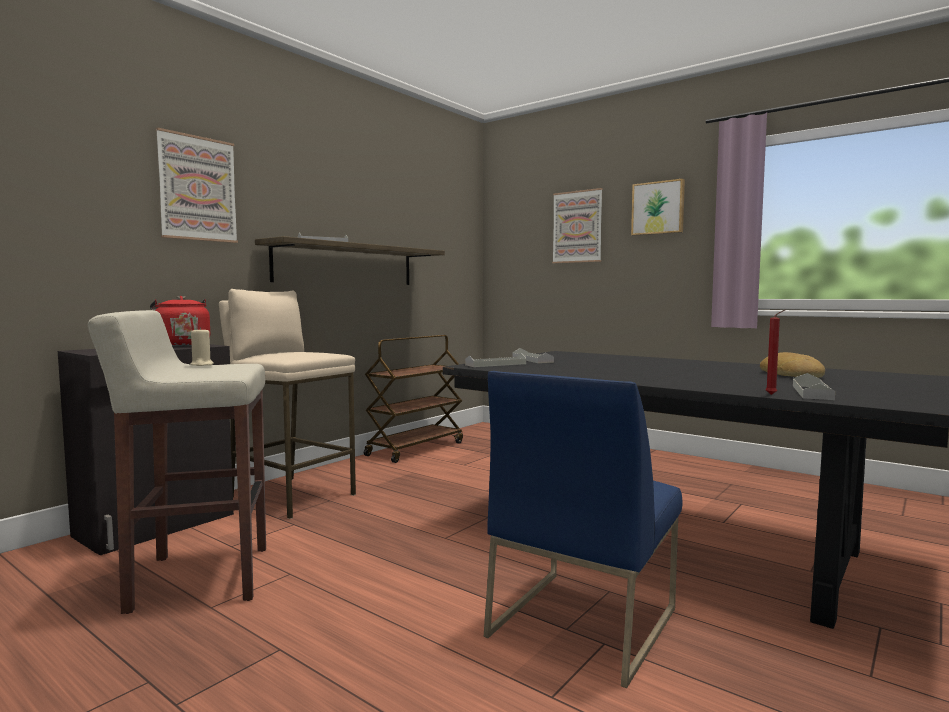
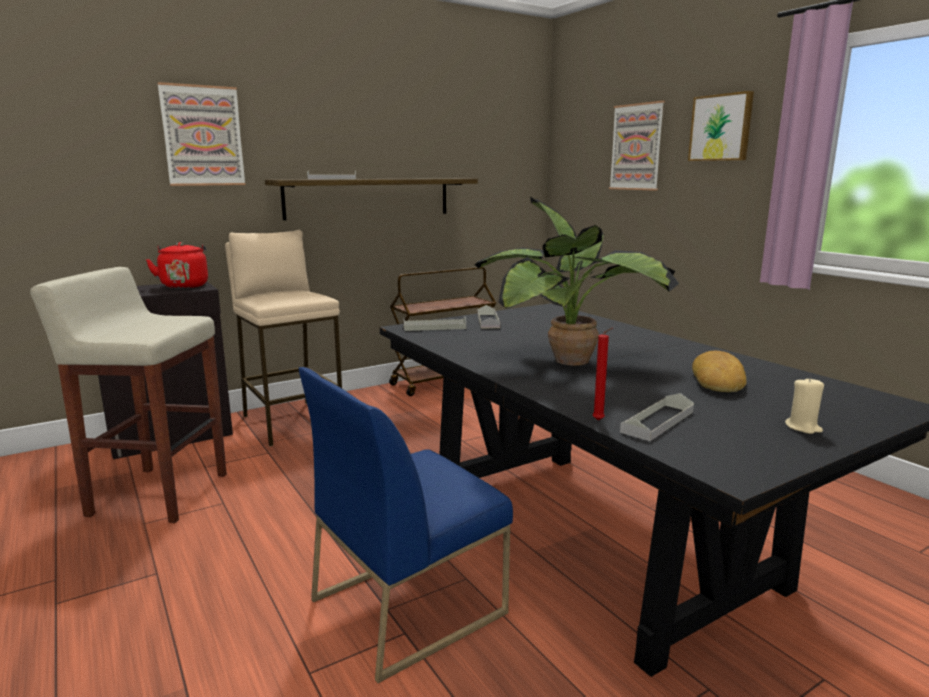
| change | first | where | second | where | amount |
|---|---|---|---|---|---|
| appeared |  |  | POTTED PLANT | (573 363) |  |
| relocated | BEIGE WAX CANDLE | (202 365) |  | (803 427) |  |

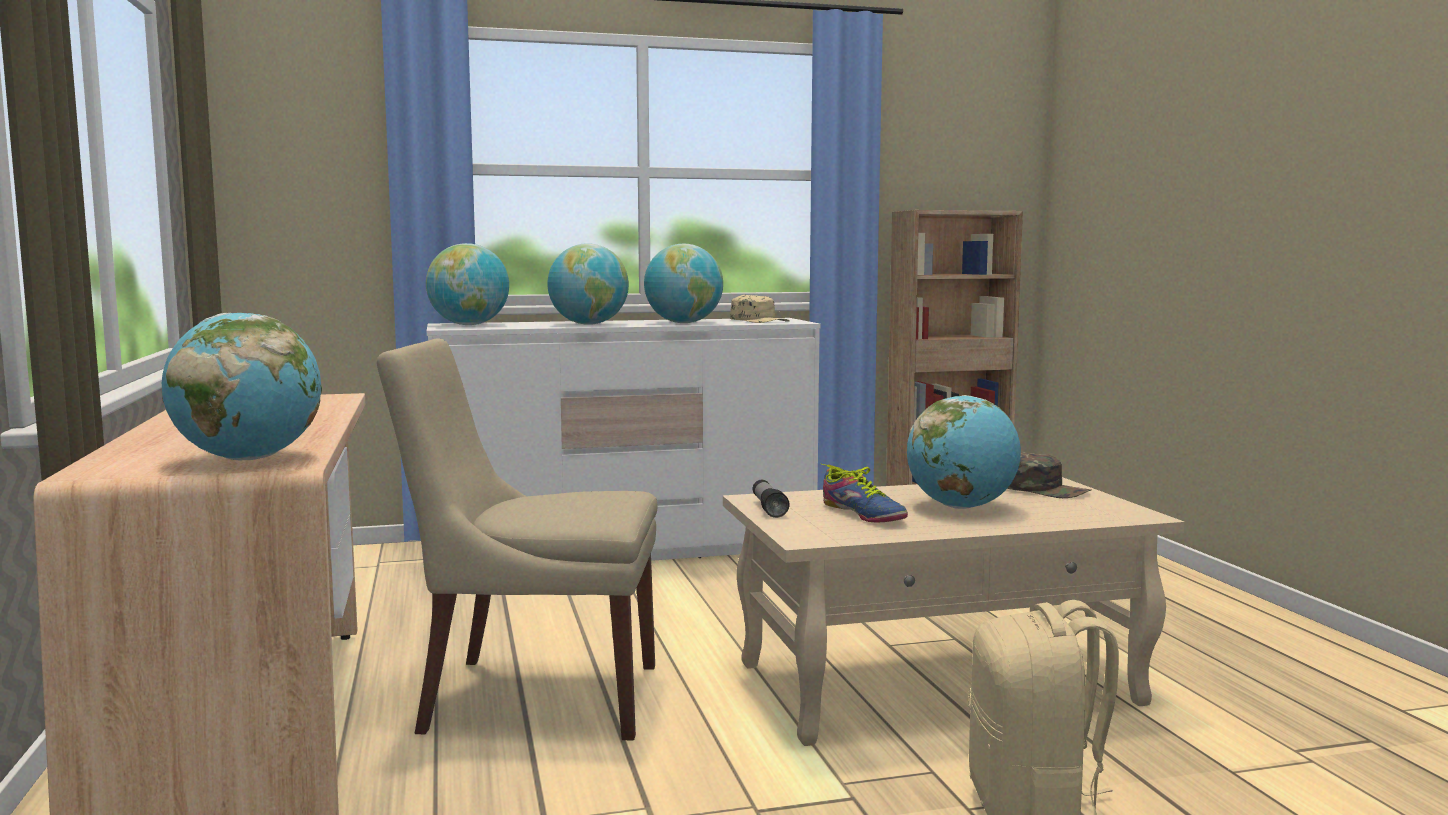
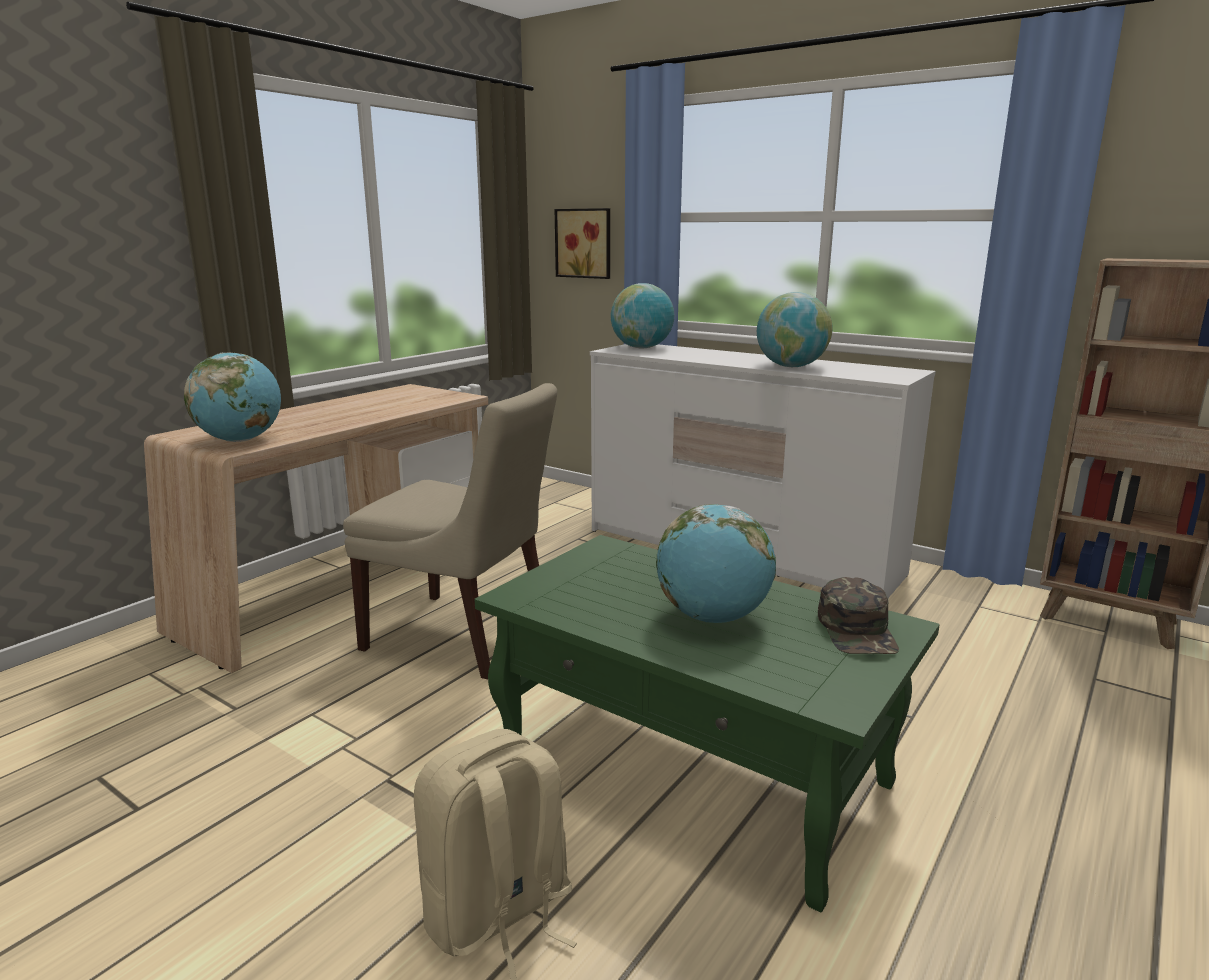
| change | first | where | second | where | amount |
|---|---|---|---|---|---|
| spun | BEIGE UPRIGHT CHAIR | (533 698) |  | (464 636) | 150 degrees clockwise |
| colour | BEIGE LOW TABLE | (939 683) | GREENISH LOW TABLE | (695 770) |  |
| appeared |  |  | WALL PICTURE | (585 243) |  |
| missing | WORLD GLOBE | (588 324) |  |  |  |
| missing | BEIGE BASEBALL CAP | (759 321) |  |  |  |
| missing | TORCH | (768 508) |  |  |  |
| missing | SHOE | (863 514) |  |  |  |

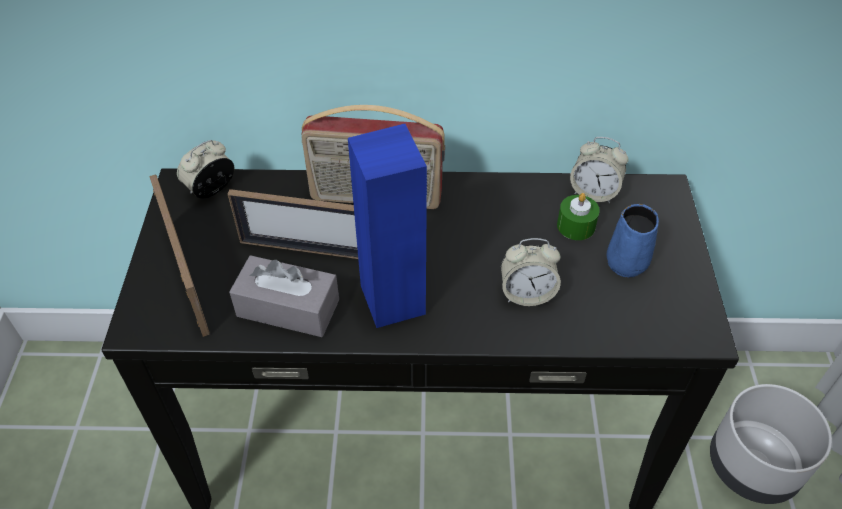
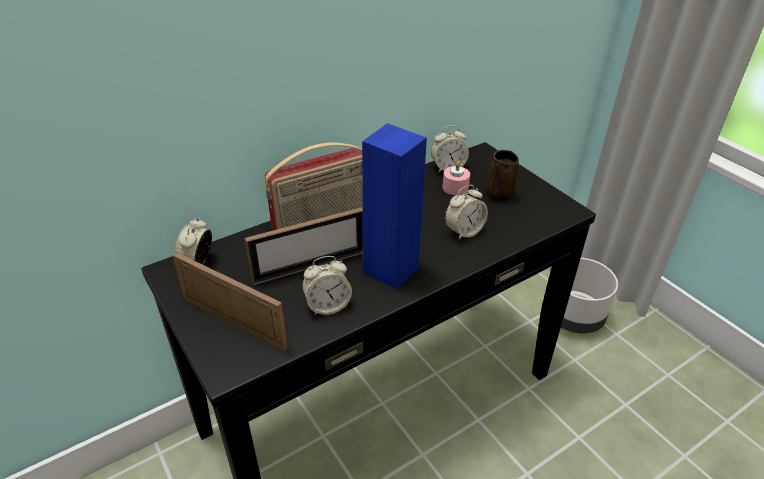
| change | first | where | second | where | amount |
|---|---|---|---|---|---|
| exchanged | GRAY BOX OF TISSUES | (288 308) | BEDSIDE CLOCK | (327 306) |  |
| colour | GREENISH WAX CANDLE | (576 226) | PINKISH WAX CANDLE | (455 187) |  |
| colour | BLUISH TEA MUG | (627 261) | BROWN-COLOURED TEA MUG | (499 193) |  |

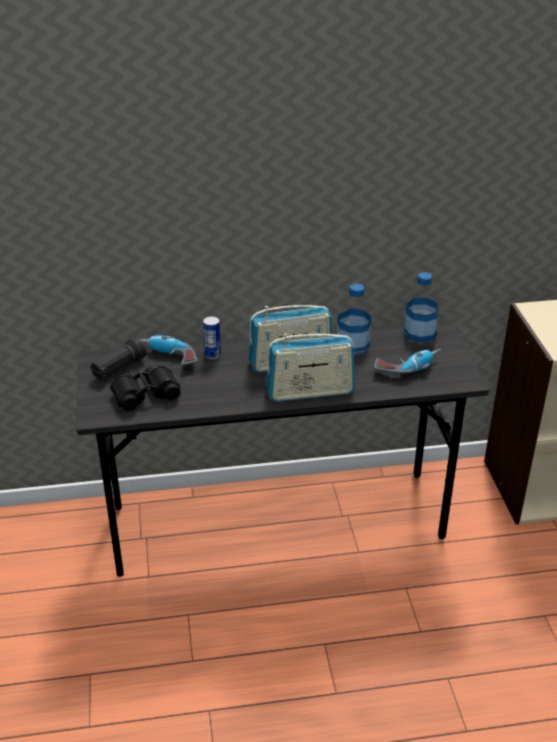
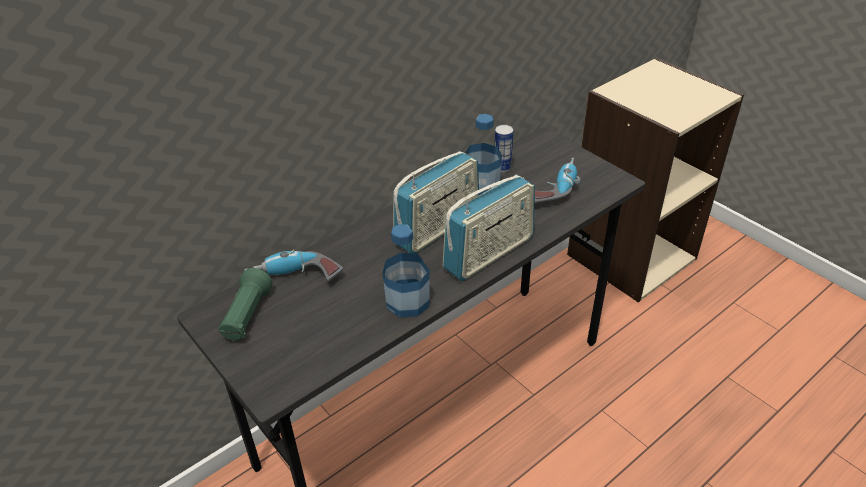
| change | first | where | second | where | amount |
|---|---|---|---|---|---|
| colour | BLACKISH TORCH | (118 368) | GREENISH TORCH | (247 316) |  |
| relocated | DRINK BOTTLE | (420 333) |  | (407 301) |  |
| relocated | CAN | (213 355) |  | (502 168) |  |
| missing | BLACKISH FIELD GLASSES | (145 394) |  |  |  |

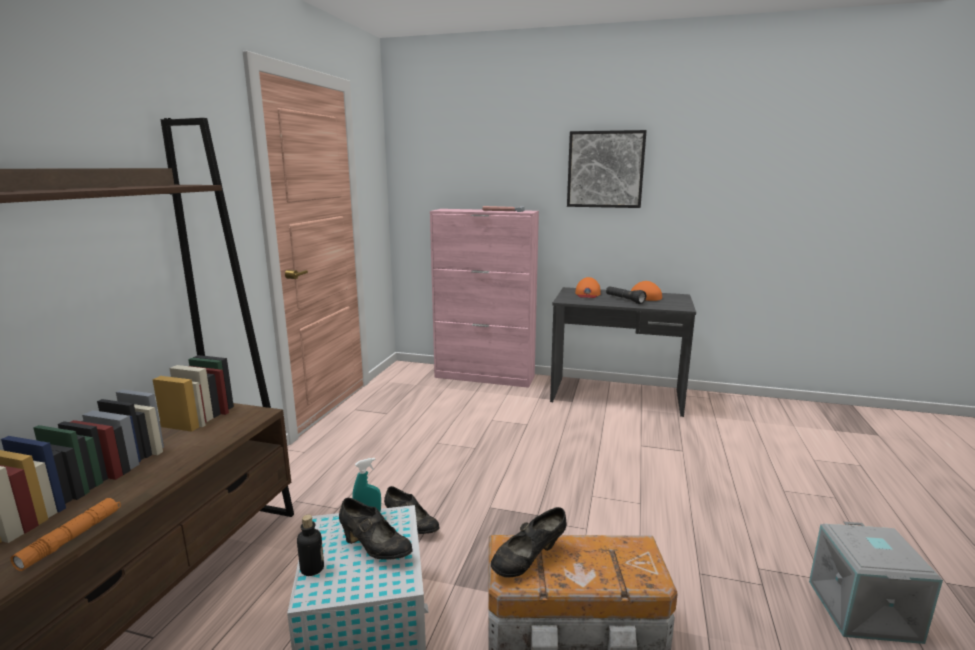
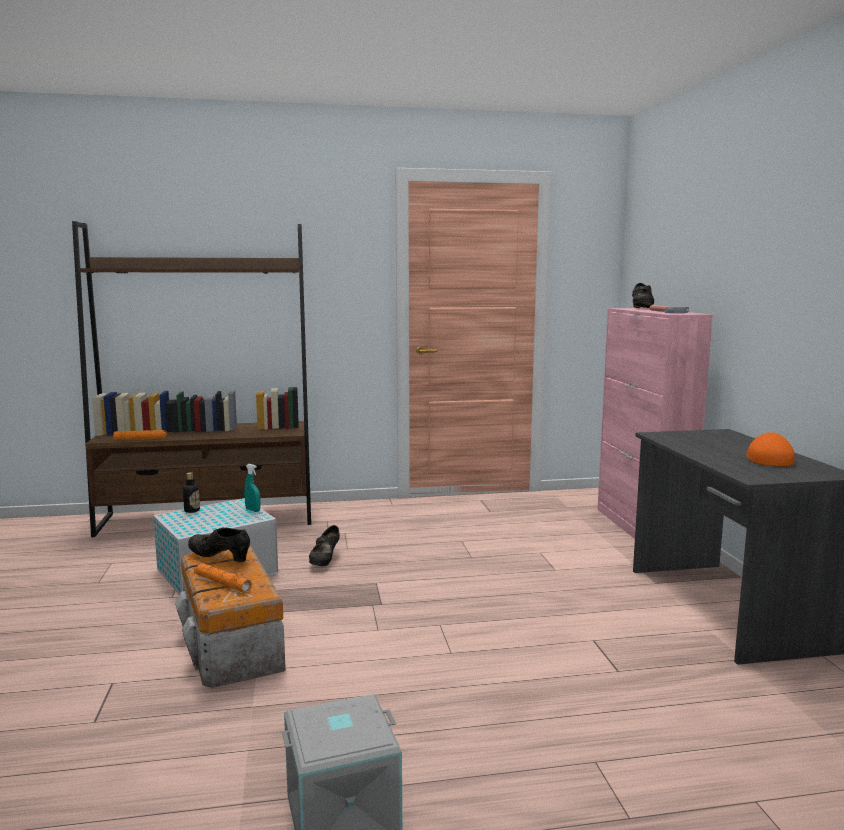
| change | first | where | second | where | amount |
|---|---|---|---|---|---|
| appeared |  |  | ORANGE TORCH | (222 583) |  |
| relocated | BLACKISH SHOE | (375 549) |  | (641 308) |  |
| missing | WALL PICTURE | (605 169) |  |  |  |
| missing | ORANGE BASEBALL CAP | (587 294) |  |  |  |
| missing | BLACKISH TORCH | (624 300) |  |  |  |

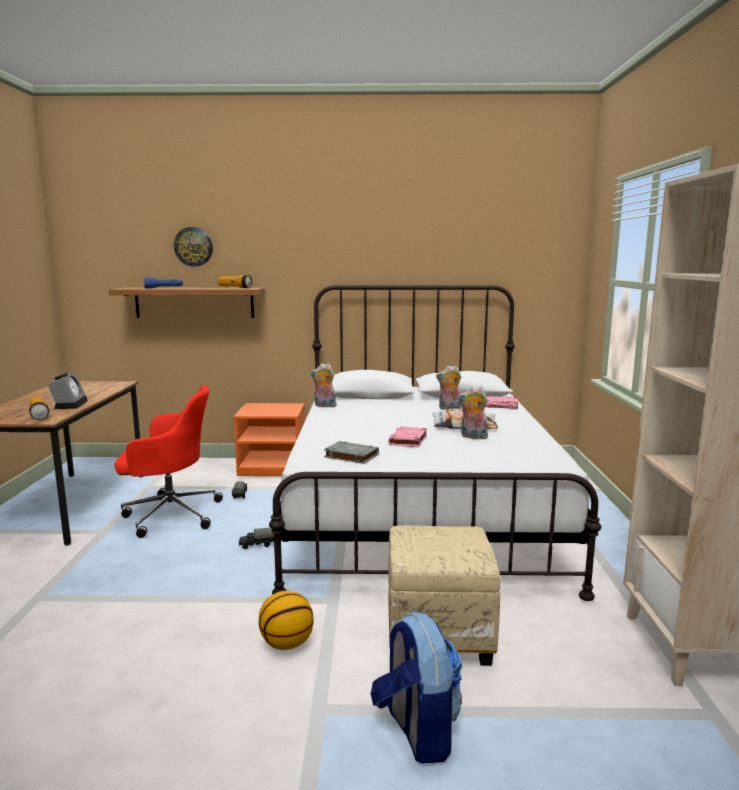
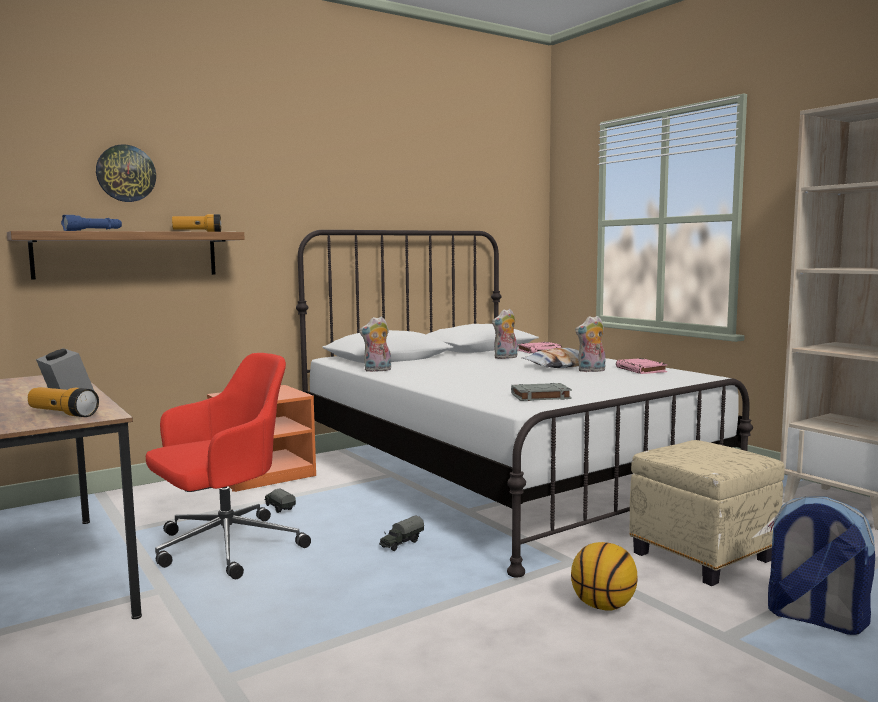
| change | first | where | second | where | amount |
|---|---|---|---|---|---|
| relocated | PINKISH VOLUME | (408 440) |  | (641 370) |  |

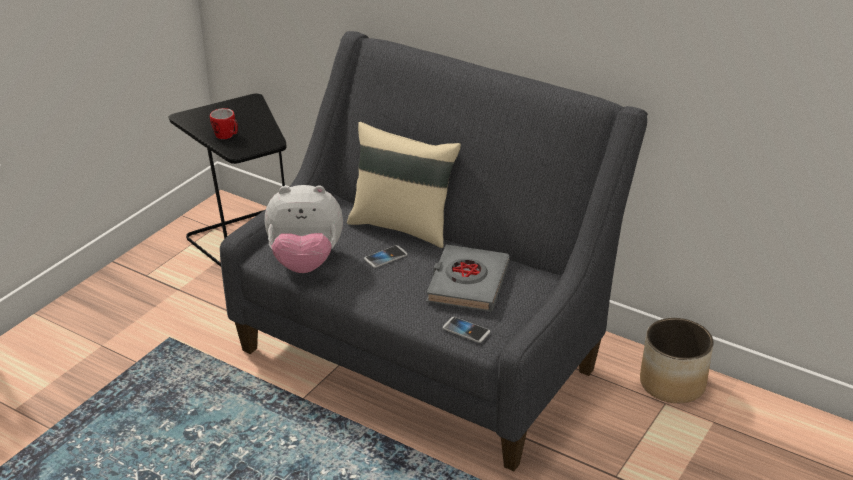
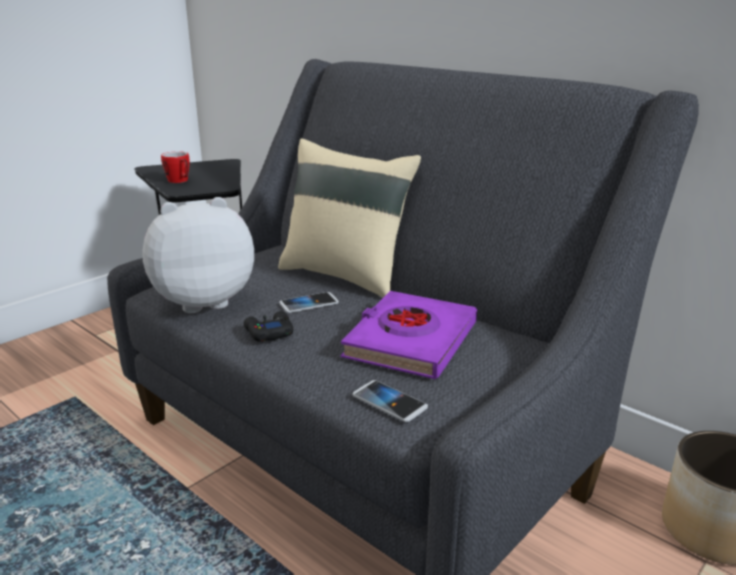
| change | first | where | second | where | amount |
|---|---|---|---|---|---|
| spun | CUDDLY TOY | (305 262) |  | (203 301) | 150 degrees clockwise |
| appeared |  |  | BLACKISH JOYPAD | (268 332) |  |
| colour | GRAY VOLUME | (467 284) | PURPLISH VOLUME | (410 341) |  |

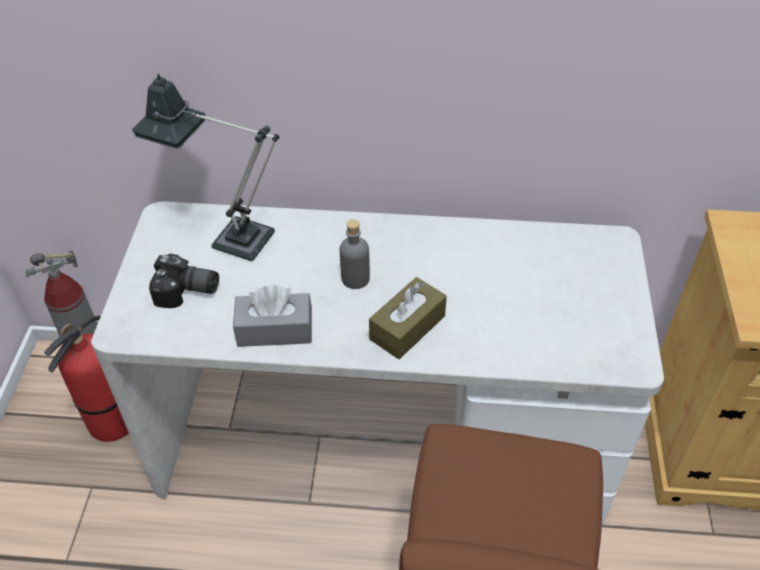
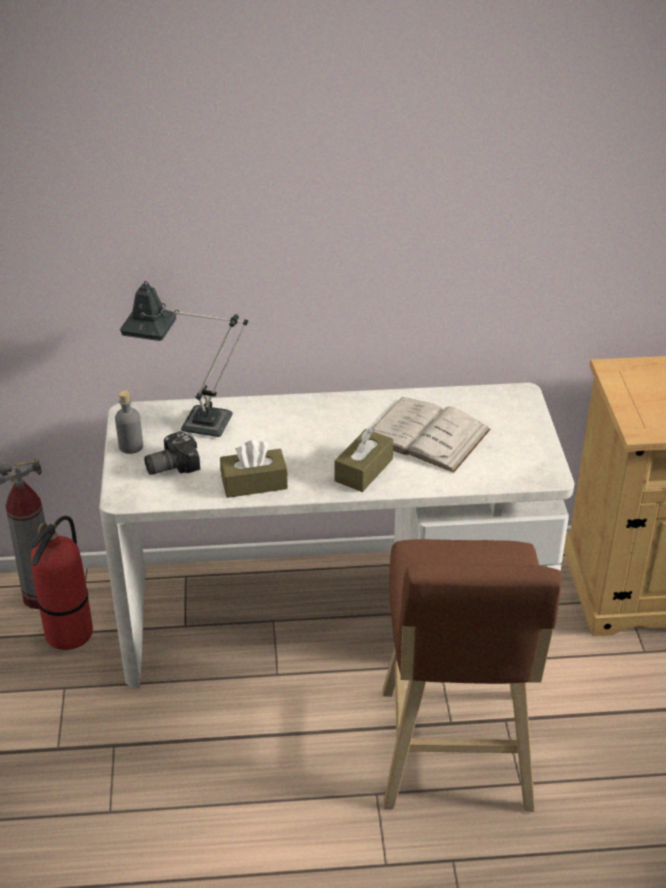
| change | first | where | second | where | amount |
|---|---|---|---|---|---|
| relocated | GRAY DRINK BOTTLE | (355 278) |  | (131 446) |  |
| spun | PHOTO CAMERA | (187 292) |  | (170 465) | 150 degrees clockwise |
| colour | GRAY BOX OF TISSUES | (275 330) | BROWN-COLOURED BOX OF TISSUES | (254 483) |  |
| appeared |  |  | WHITISH VOLUME | (426 434) |  |

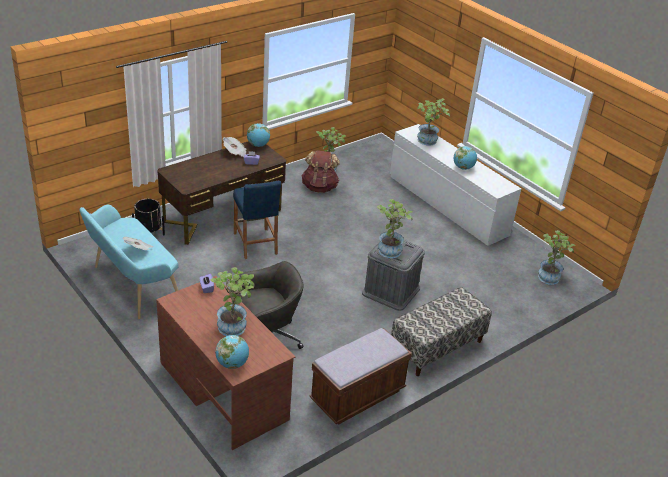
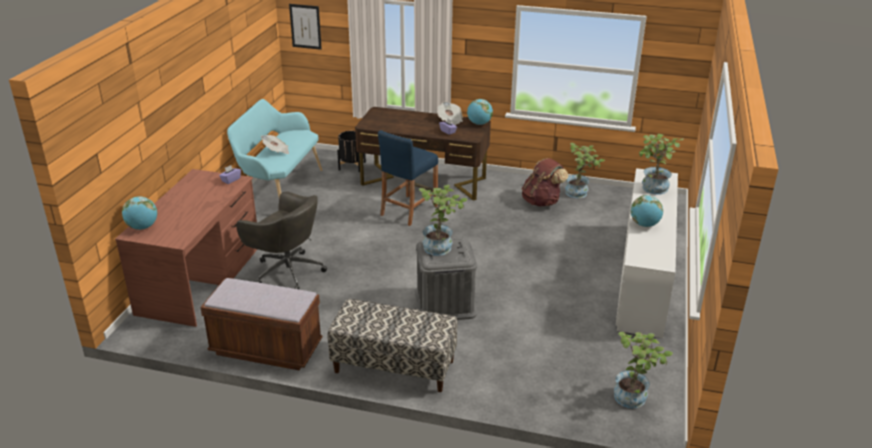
| change | first | where | second | where | amount |
|---|---|---|---|---|---|
| appeared |  |  | WALL PICTURE | (305 26) |  |
| missing | POTTED PLANT | (234 324) |  |  |  |

